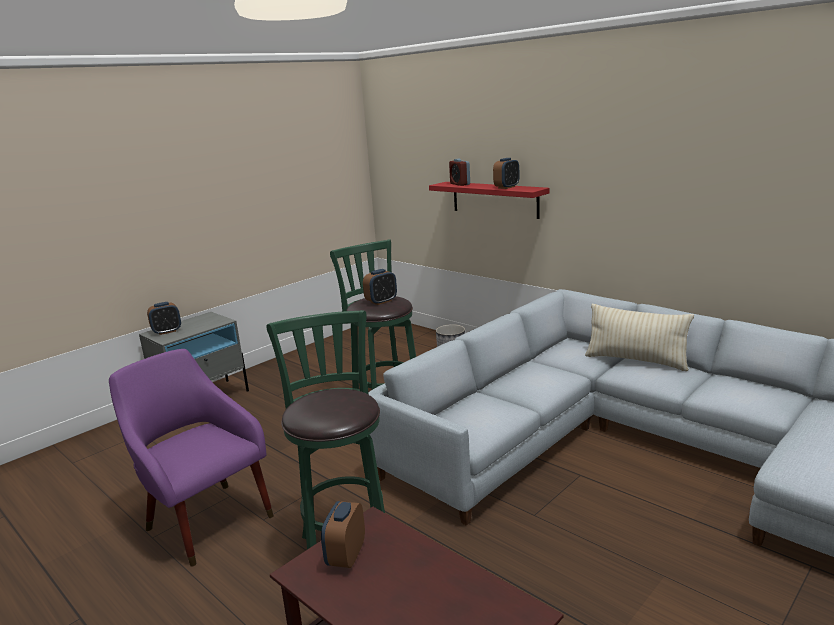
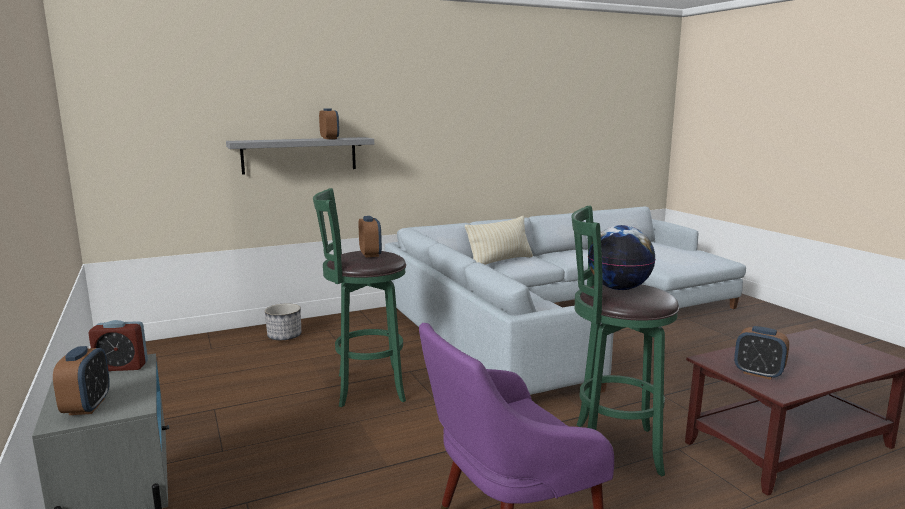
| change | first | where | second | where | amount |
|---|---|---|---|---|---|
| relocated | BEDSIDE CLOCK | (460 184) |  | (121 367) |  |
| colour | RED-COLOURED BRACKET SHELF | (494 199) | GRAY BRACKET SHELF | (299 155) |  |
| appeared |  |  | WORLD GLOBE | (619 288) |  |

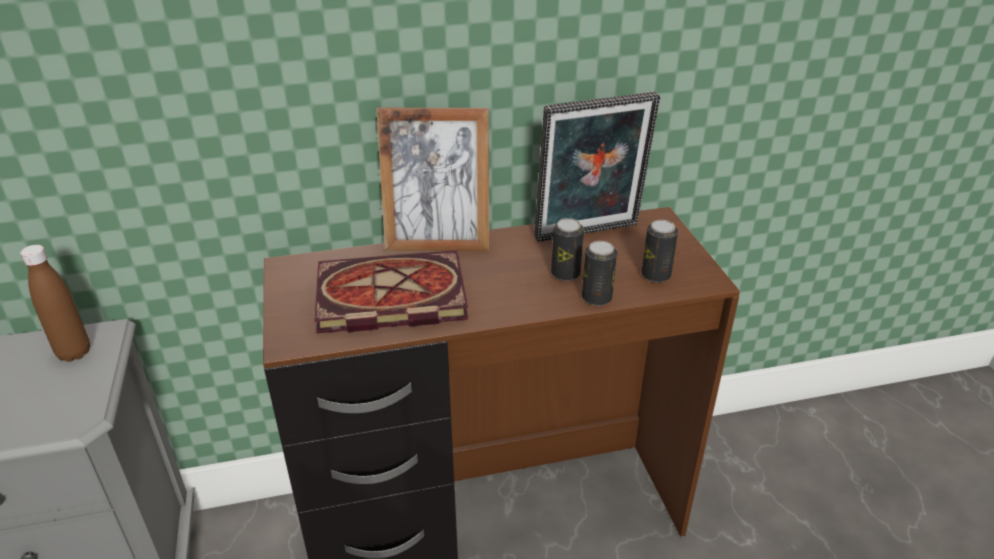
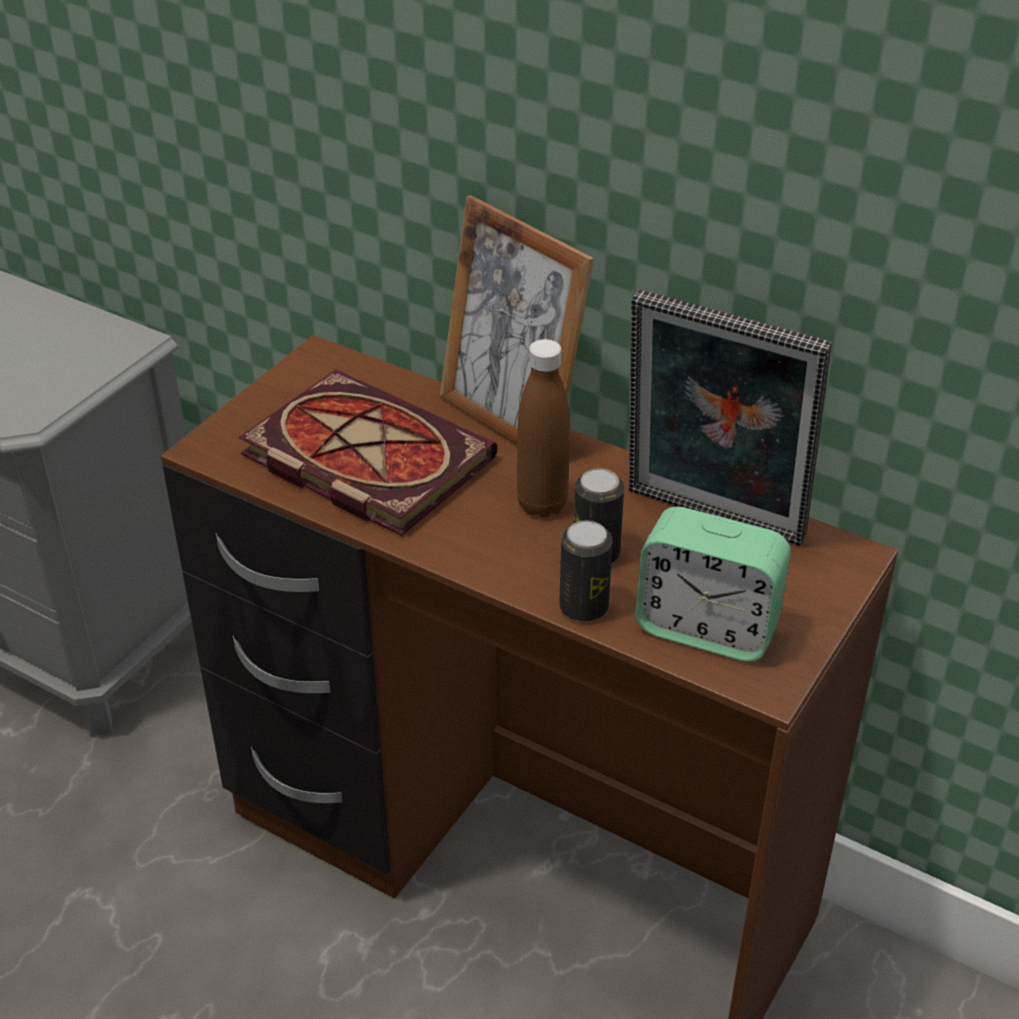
| change | first | where | second | where | amount |
|---|---|---|---|---|---|
| relocated | BROWN-COLOURED DRINK BOTTLE | (74 353) |  | (542 504) |  |
| exchanged | CAN | (656 275) | BEDSIDE CLOCK | (706 628) |  |

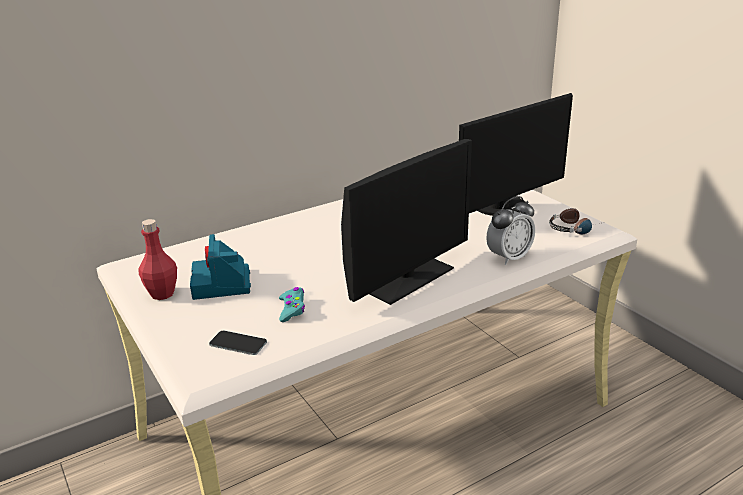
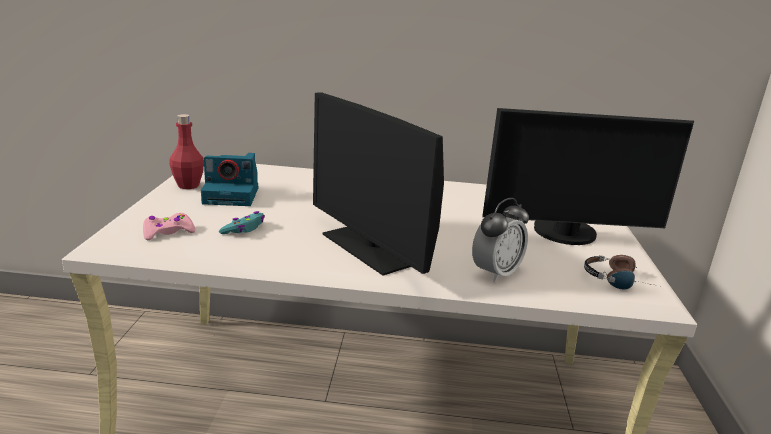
| change | first | where | second | where | amount |
|---|---|---|---|---|---|
| exchanged | PHONE | (238 343) | PINKISH JOYPAD | (168 232) |  |
| spun | PHOTO CAMERA | (222 284) |  | (233 195) | 120 degrees counterclockwise |
| spun | MONITOR | (407 278) |  | (369 248) | 60 degrees clockwise |
| spun | BEDSIDE CLOCK | (509 257) |  | (496 273) | 45 degrees counterclockwise |

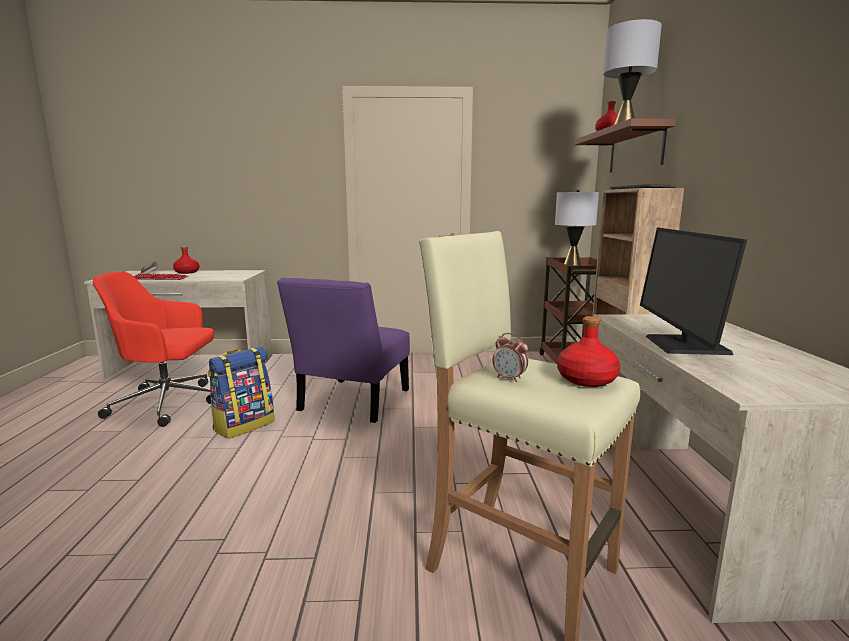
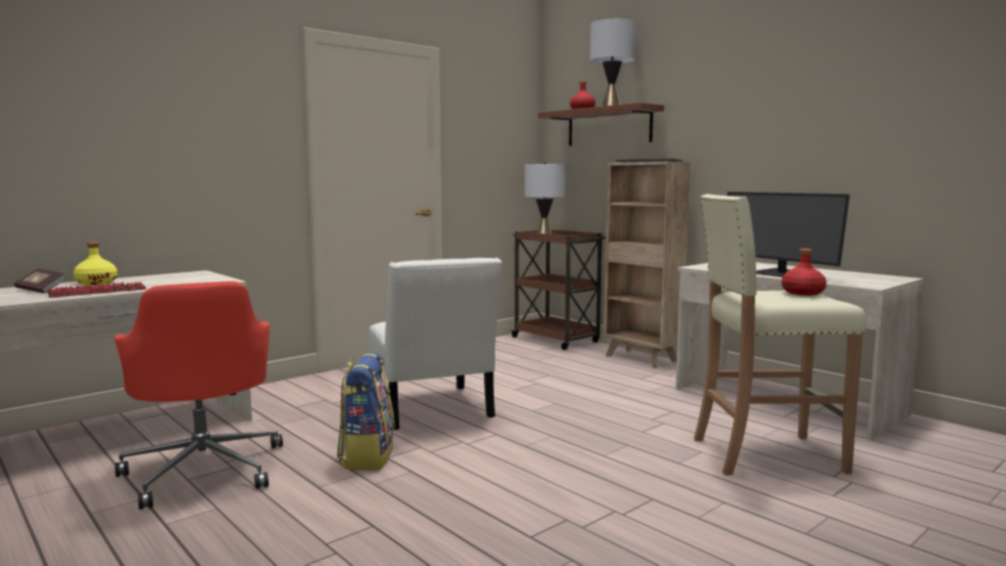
| change | first | where | second | where | amount |
|---|---|---|---|---|---|
| colour | RED-COLOURED DRINK BOTTLE | (187 272) | YELLOWISH DRINK BOTTLE | (96 283) |  |
| spun | RED-COLOURED DESK CHAIR | (168 403) |  | (205 470) | 75 degrees counterclockwise |
| colour | PURPLISH UPRIGHT CHAIR | (351 403) | WHITISH UPRIGHT CHAIR | (432 410) |  |
| missing | BEDSIDE CLOCK | (509 378) |  |  |  |

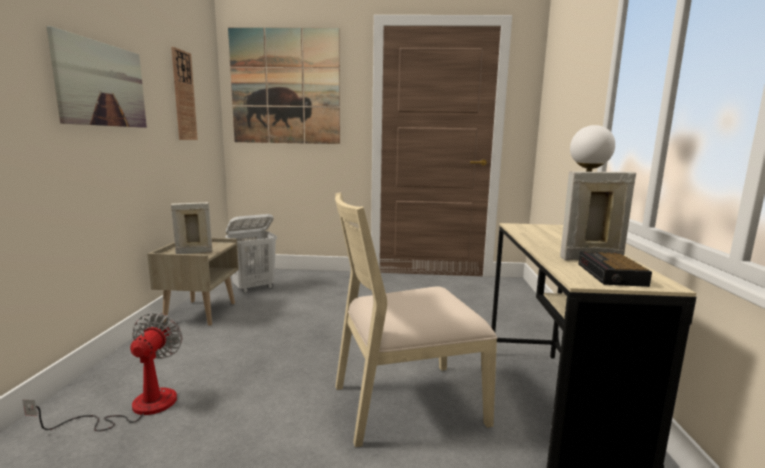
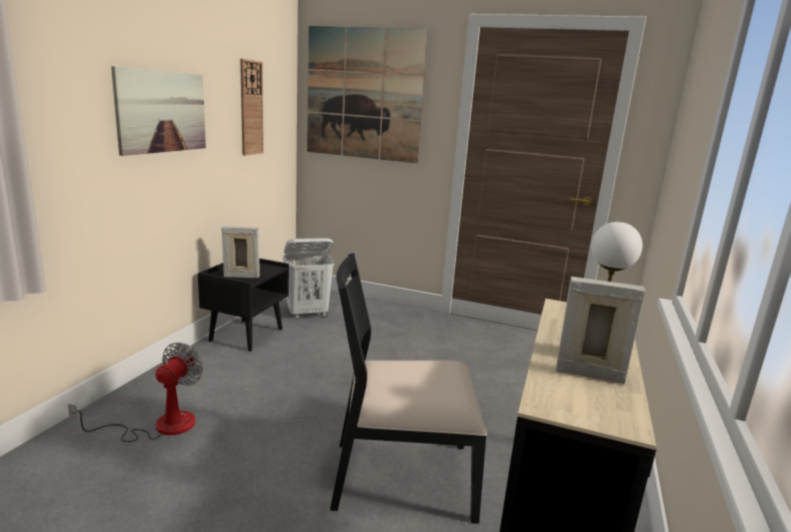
| change | first | where | second | where | amount |
|---|---|---|---|---|---|
| colour | BEIGE NIGHTSTAND | (200 312) | BLACKISH NIGHTSTAND | (246 334) |  |
| colour | BEIGE UPRIGHT CHAIR | (406 403) | BLACKISH UPRIGHT CHAIR | (401 476) |  |
| missing | BEDSIDE CLOCK | (611 275) |  |  |  |

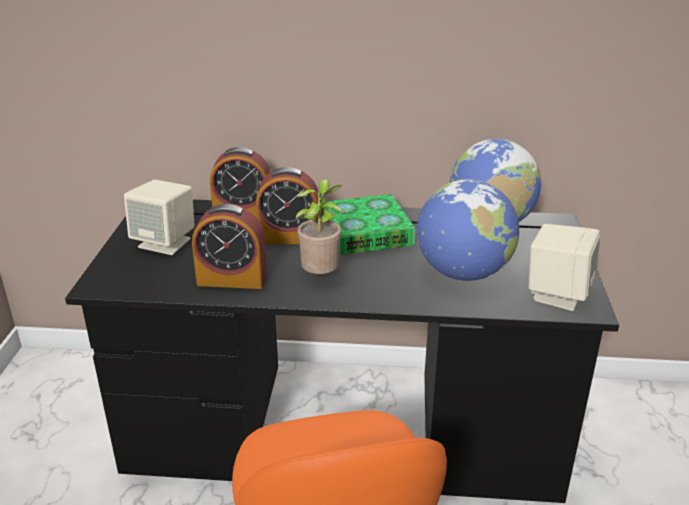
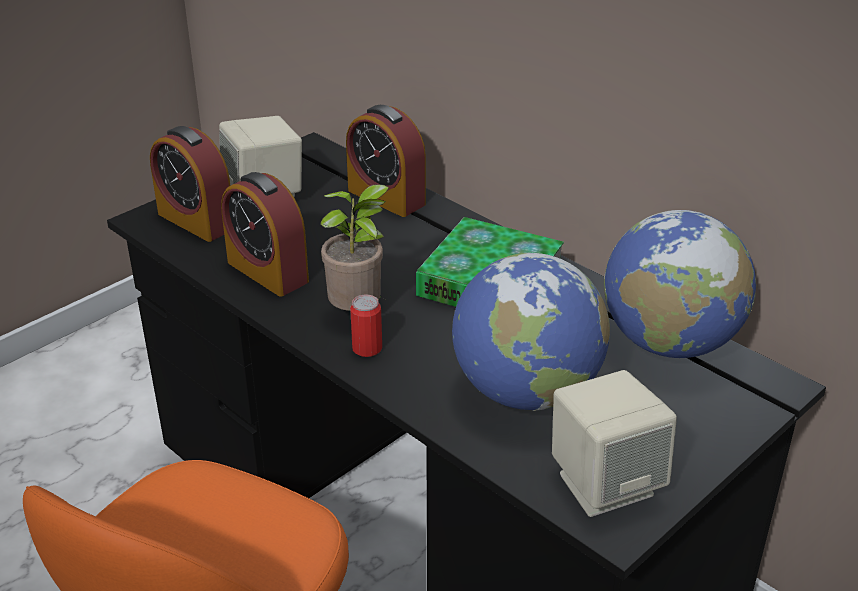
| change | first | where | second | where | amount |
|---|---|---|---|---|---|
| relocated | BEDSIDE CLOCK | (289 237) |  | (196 221) |  |
| appeared |  |  | CAN | (367 348) |  |

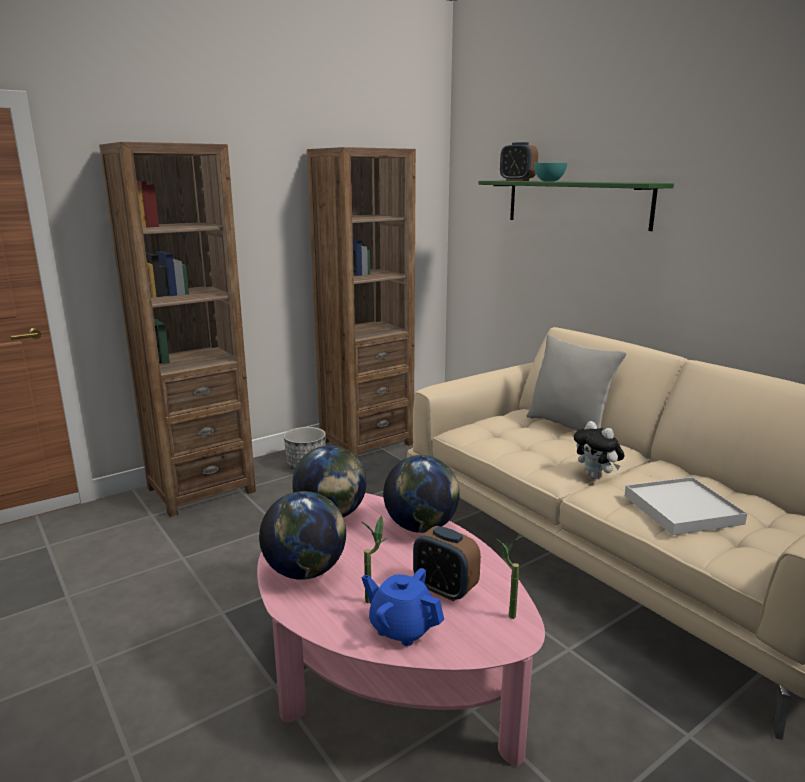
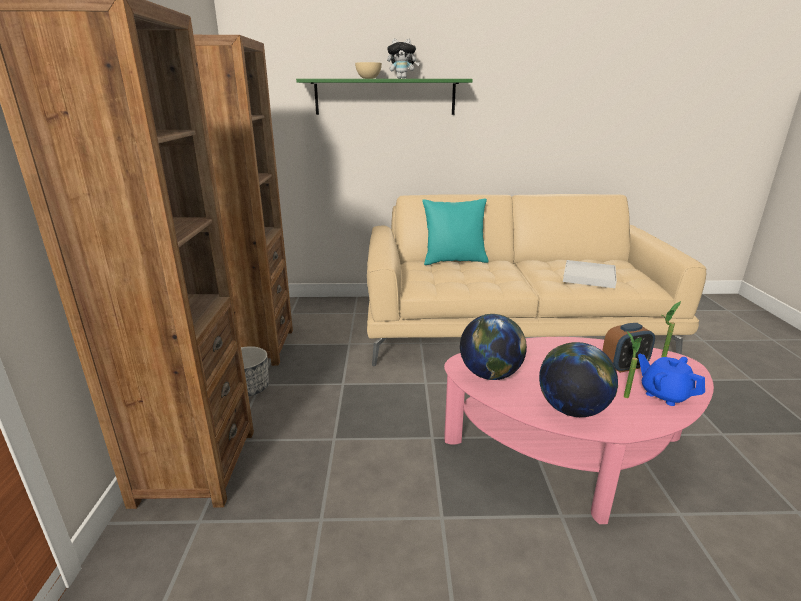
| change | first | where | second | where | amount |
|---|---|---|---|---|---|
| colour | BLUE-GREEN DEEP DISH | (549 181) | BEIGE DEEP DISH | (369 78) |  |
| relocated | CUDDLY TOY | (596 476) |  | (402 78) |  |
| colour | GRAY CUSHION | (569 426) | BLUE-GREEN CUSHION | (454 261) |  |
| spun | BLUISH POT FOR TEA | (402 628) |  | (664 394) | 75 degrees clockwise |
| missing | WORLD GLOBE | (421 527) |  |  |  |
| missing | BEDSIDE CLOCK | (517 180) |  |  |  |

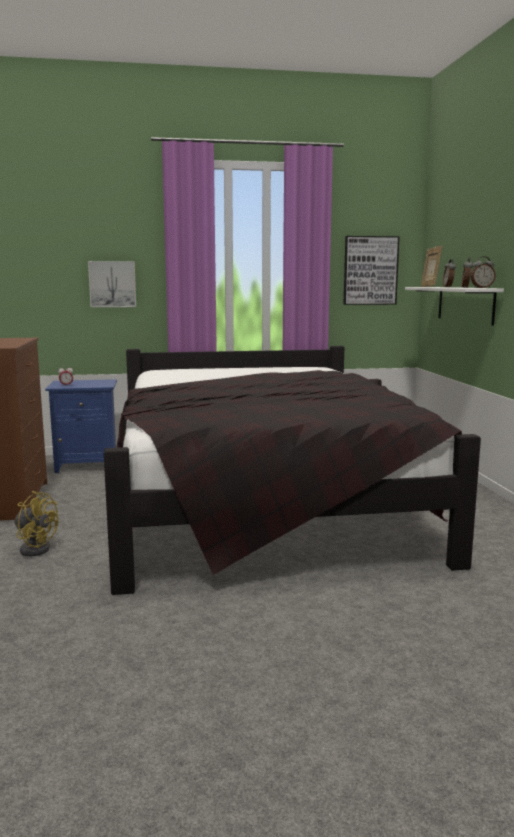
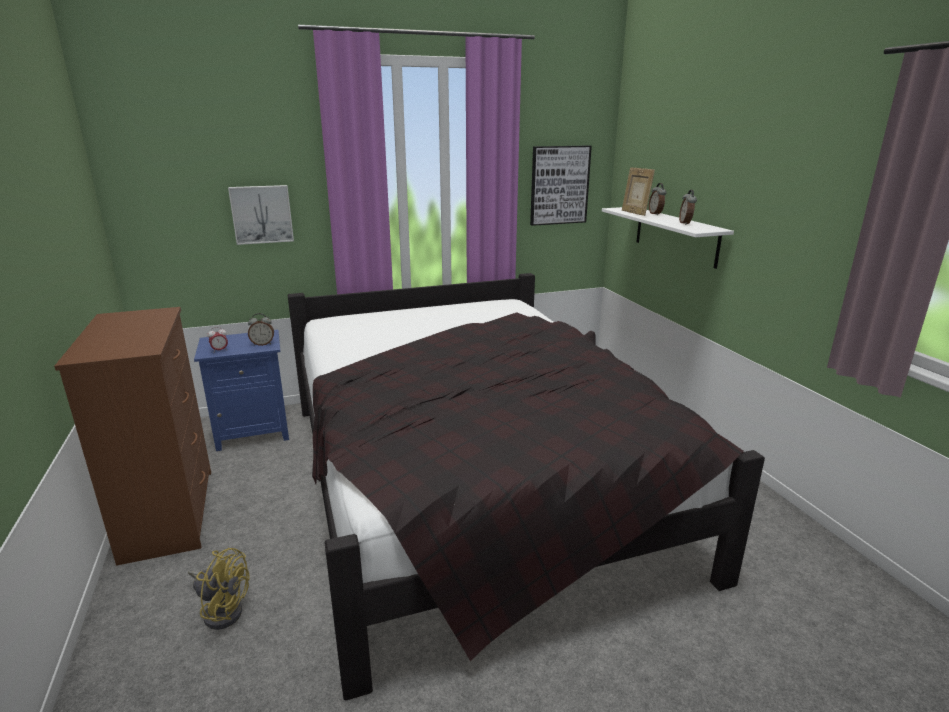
| change | first | where | second | where | amount |
|---|---|---|---|---|---|
| relocated | BEDSIDE CLOCK | (481 288) |  | (262 344) |  |

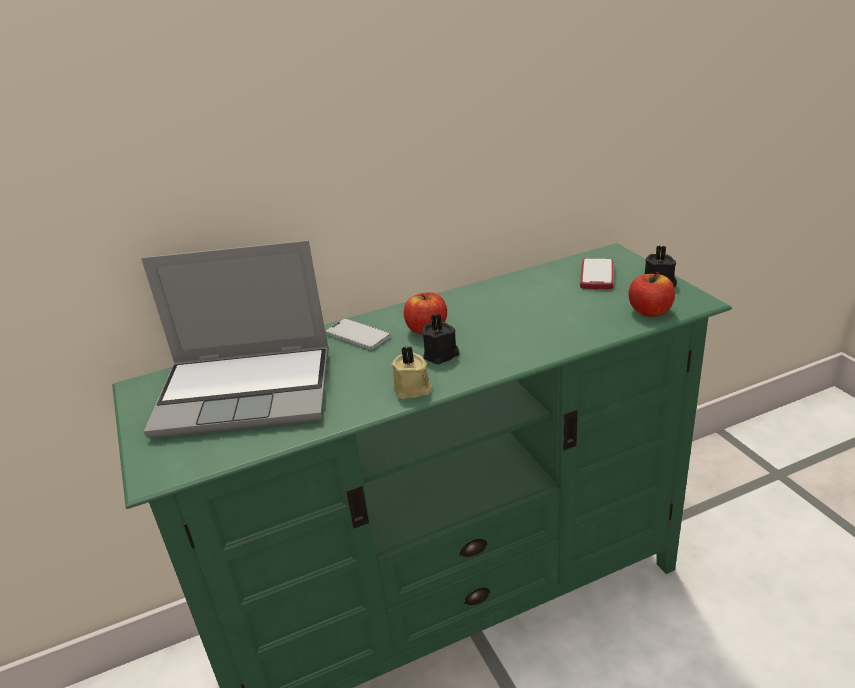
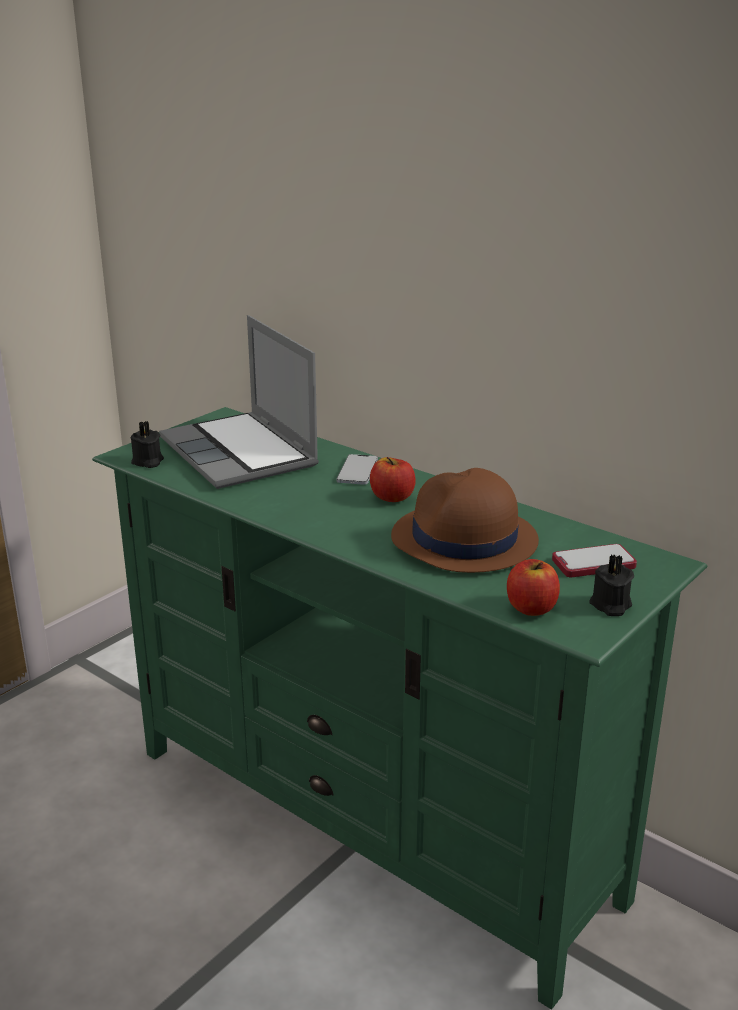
| change | first | where | second | where | amount |
|---|---|---|---|---|---|
| relocated | BLACKISH WAX CANDLE | (441 355) |  | (147 462) |  |
| appeared |  |  | BROWN-COLOURED HAT | (463 540) |  |
| missing | BEIGE WAX CANDLE | (413 389) |  |  |  |

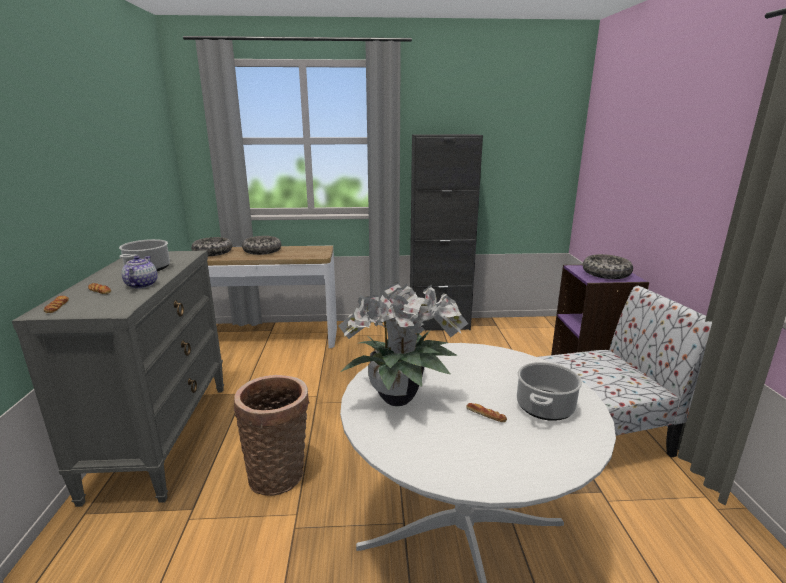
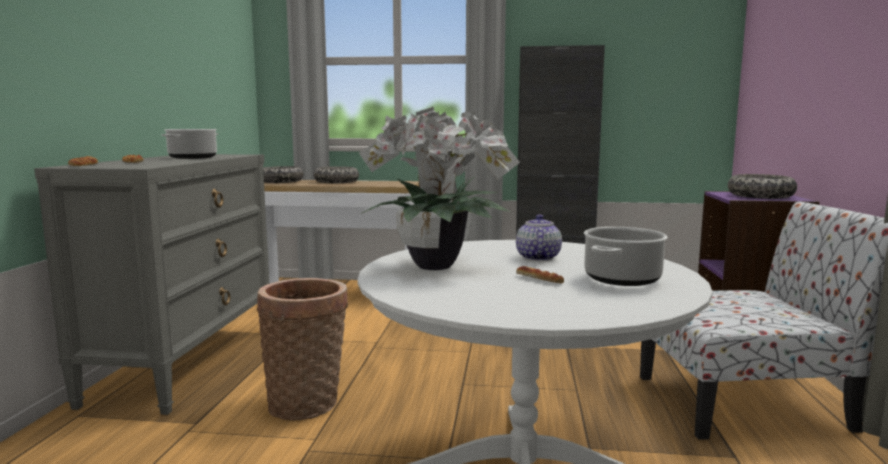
| change | first | where | second | where | amount |
|---|---|---|---|---|---|
| relocated | POT FOR TEA | (141 285) |  | (537 258) |  |

